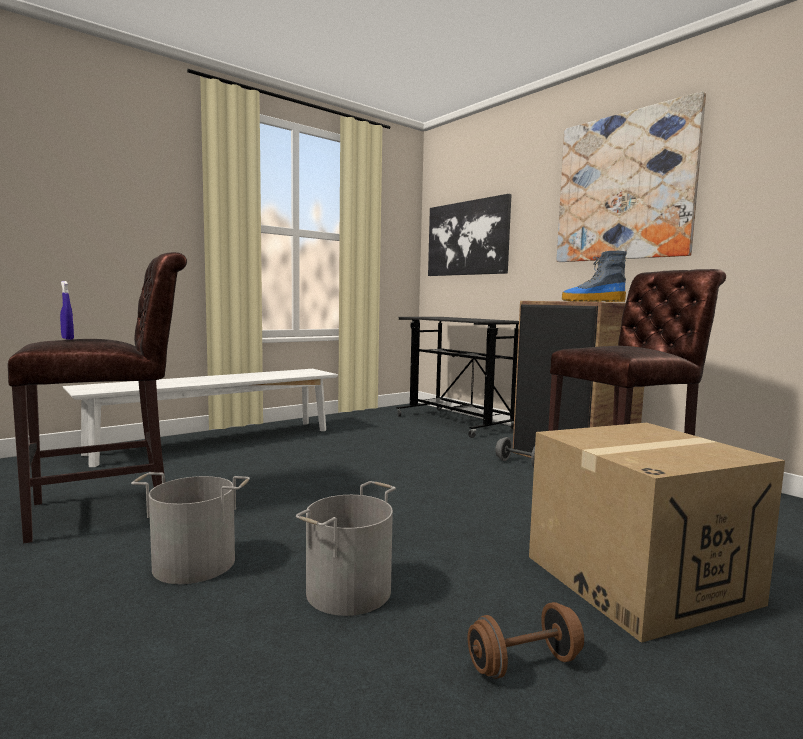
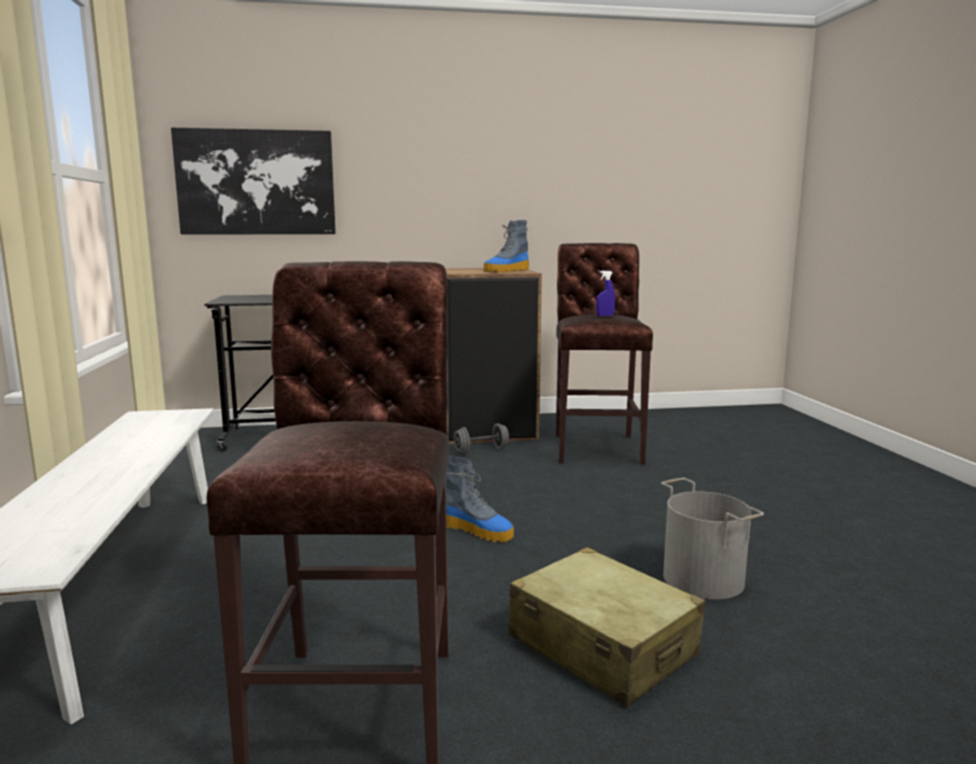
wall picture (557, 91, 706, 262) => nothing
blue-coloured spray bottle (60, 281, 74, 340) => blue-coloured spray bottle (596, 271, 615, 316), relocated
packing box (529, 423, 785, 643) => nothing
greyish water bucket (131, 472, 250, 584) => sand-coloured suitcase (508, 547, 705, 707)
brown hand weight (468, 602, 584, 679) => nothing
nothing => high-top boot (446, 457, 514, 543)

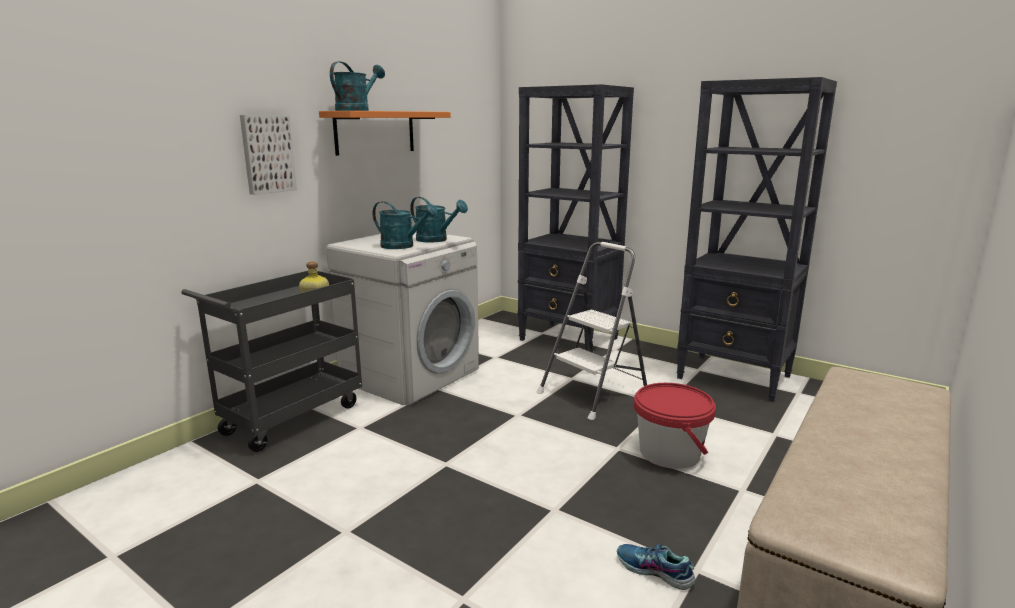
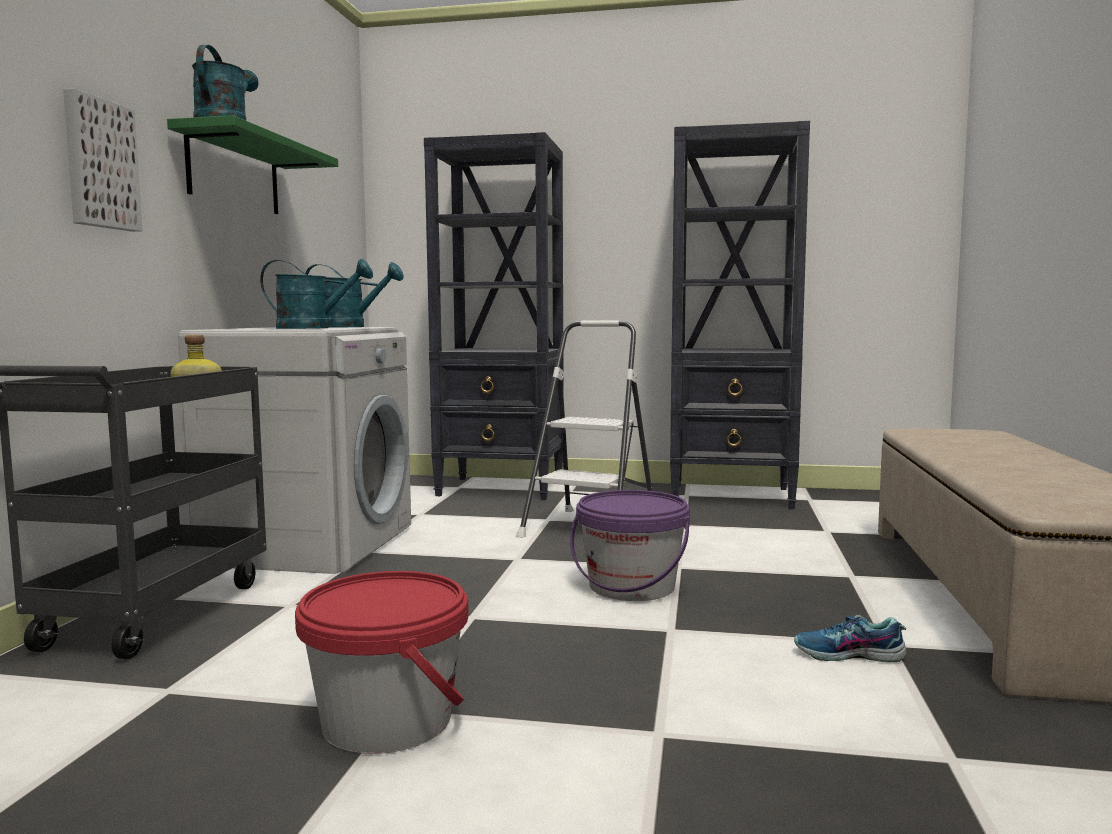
orange wall shelf (319, 111, 451, 156) => green wall shelf (167, 115, 338, 214)
red-coloured water bucket (634, 383, 716, 469) => red-coloured water bucket (295, 571, 469, 754), relocated
nothing => purple water bucket (570, 490, 690, 601)

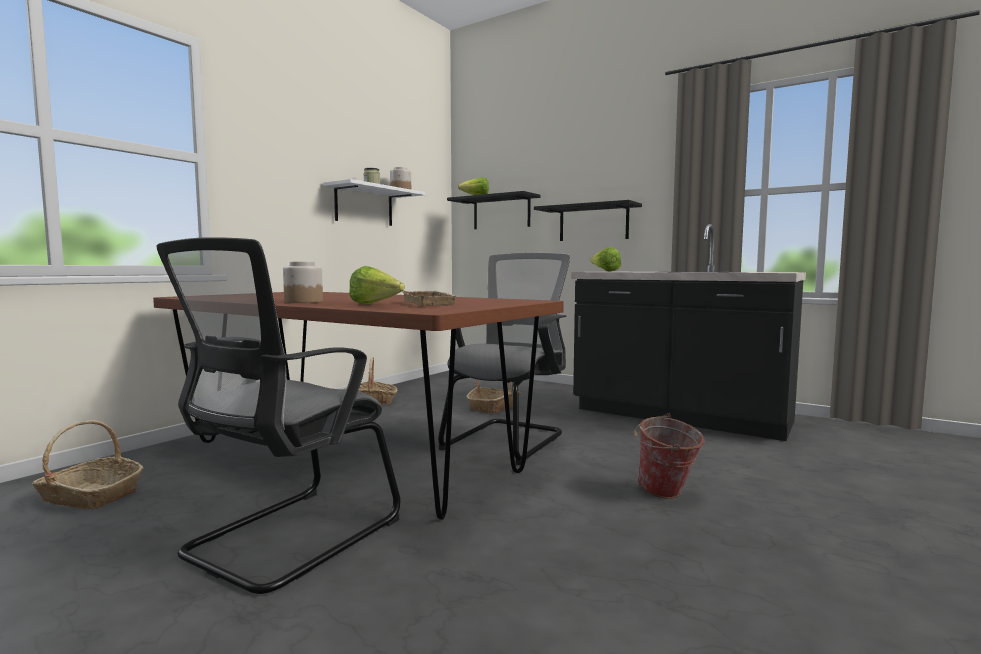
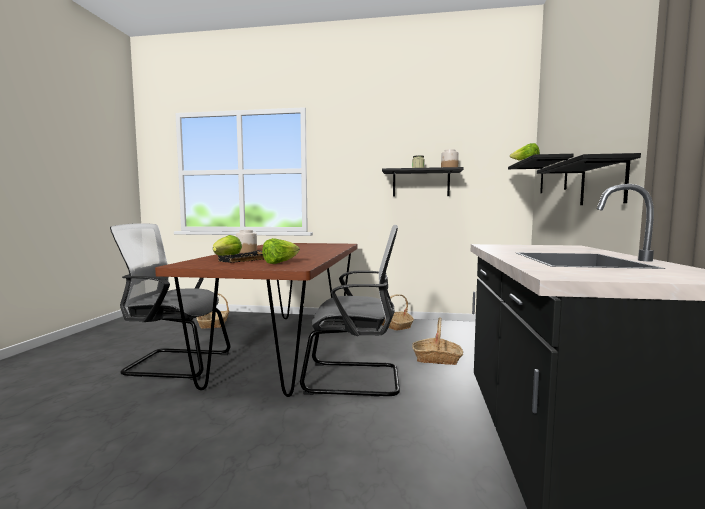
white-coloured wall shelf (323, 179, 425, 226) => black-coloured wall shelf (382, 167, 464, 197)
lettuce head (590, 247, 621, 272) => lettuce head (262, 238, 300, 264), relocated
sand-coloured serving tray (402, 290, 456, 306) => black-coloured serving tray (217, 250, 265, 263)
water bucket (634, 413, 705, 499) => nothing

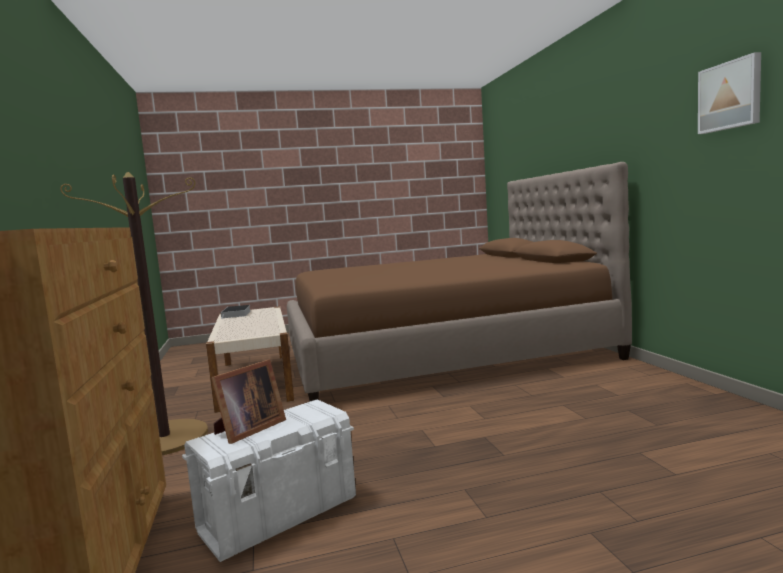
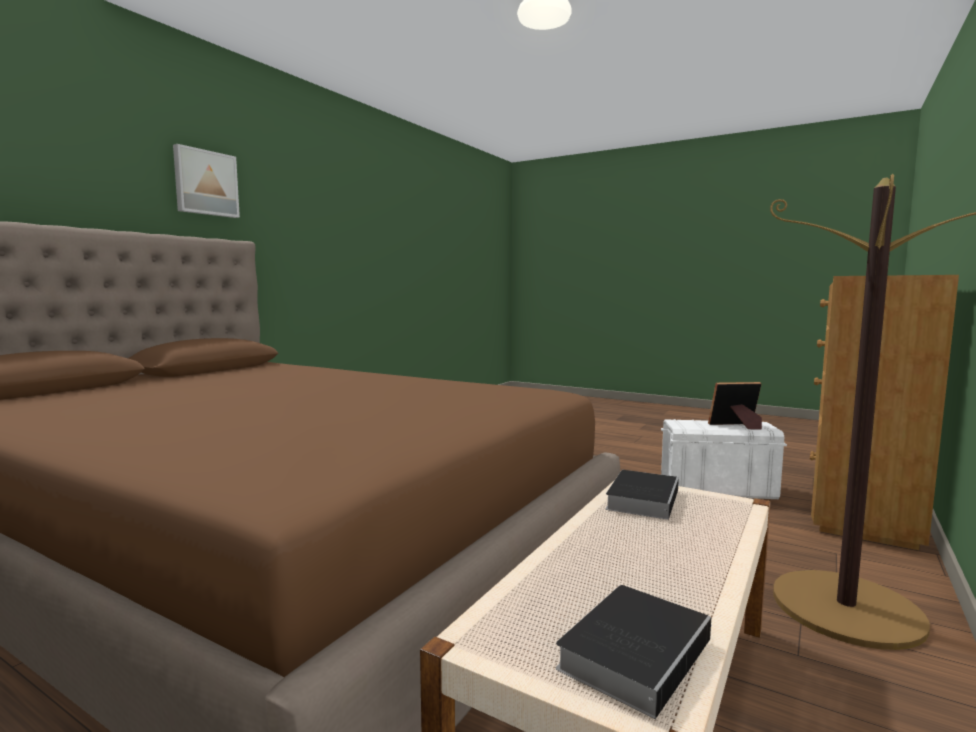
wall picture (698, 52, 761, 134) => wall picture (173, 144, 240, 218), relocated
nothing => volume (605, 470, 679, 520)

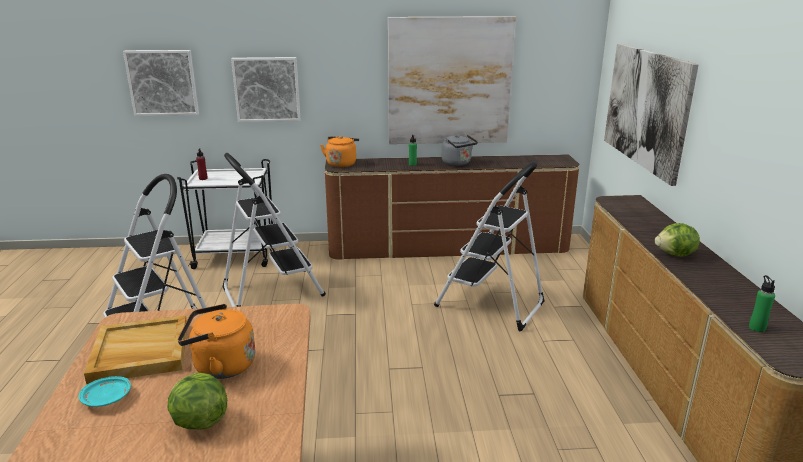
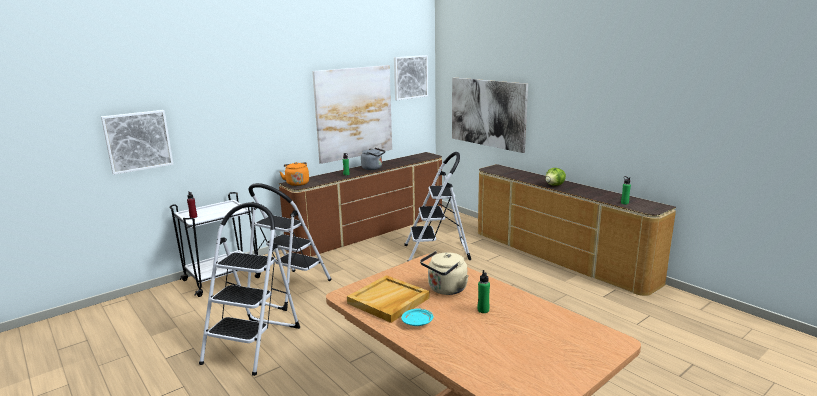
wall picture (231, 57, 301, 122) => wall picture (394, 55, 428, 100), relocated
orange kettle (178, 304, 255, 379) => sand-coloured kettle (420, 251, 469, 295)
lettuce head (168, 373, 227, 430) => green drink bottle (478, 270, 490, 313)

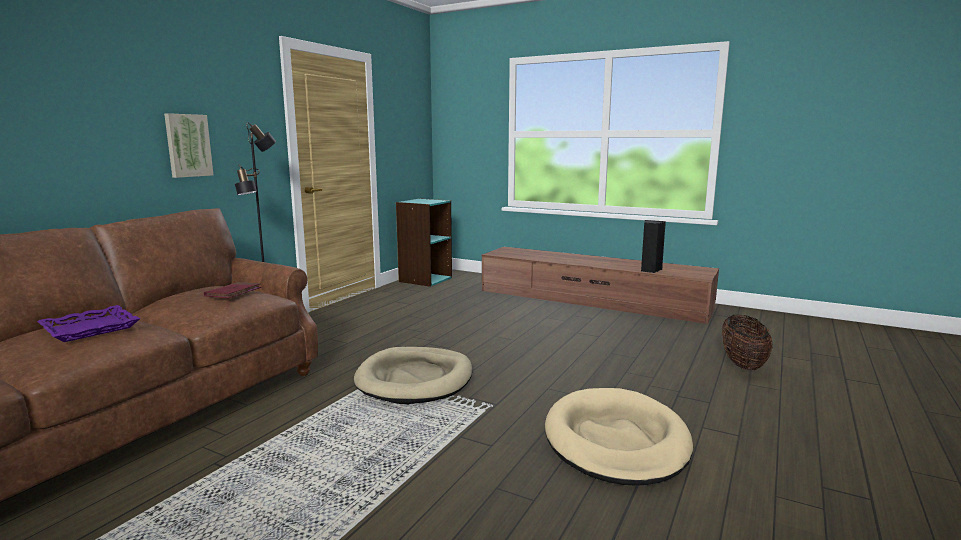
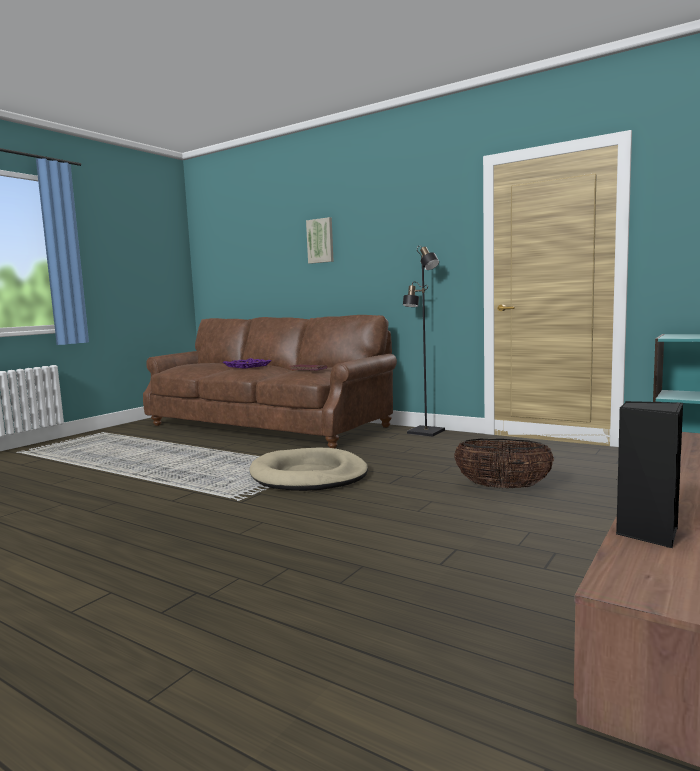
wall picture (164, 113, 214, 178) => wall picture (306, 217, 334, 264), relocated
basket (722, 315, 773, 370) => basket (454, 439, 554, 489), relocated
sand-coloured pet bed (545, 388, 693, 486) => nothing

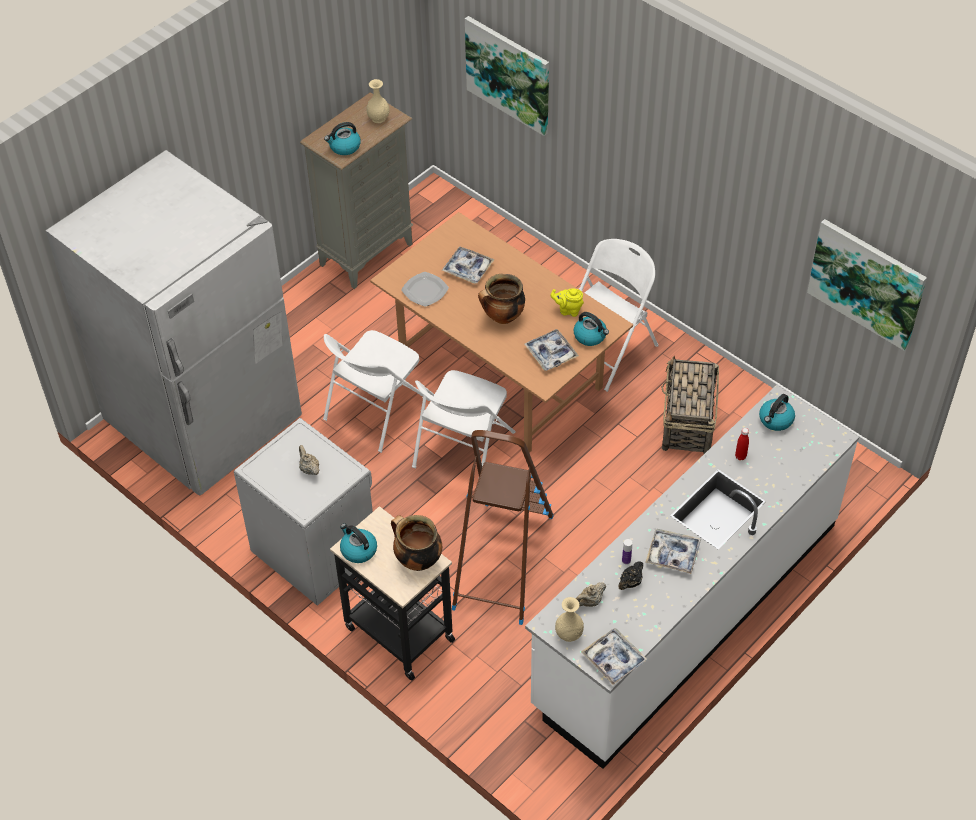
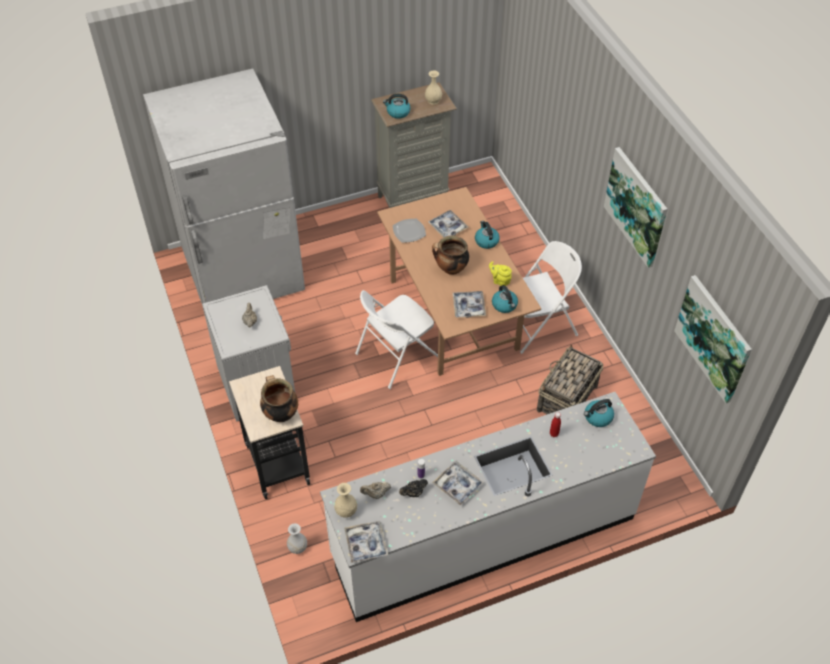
wall picture (465, 16, 549, 136) => wall picture (604, 147, 667, 268), relocated
white-coloured upright chair (323, 330, 430, 453) => nothing
brown step ladder (452, 430, 554, 625) => nothing
kettle (340, 524, 377, 563) => kettle (475, 221, 500, 249), relocated
nothing => white-coloured vase (287, 523, 307, 554)

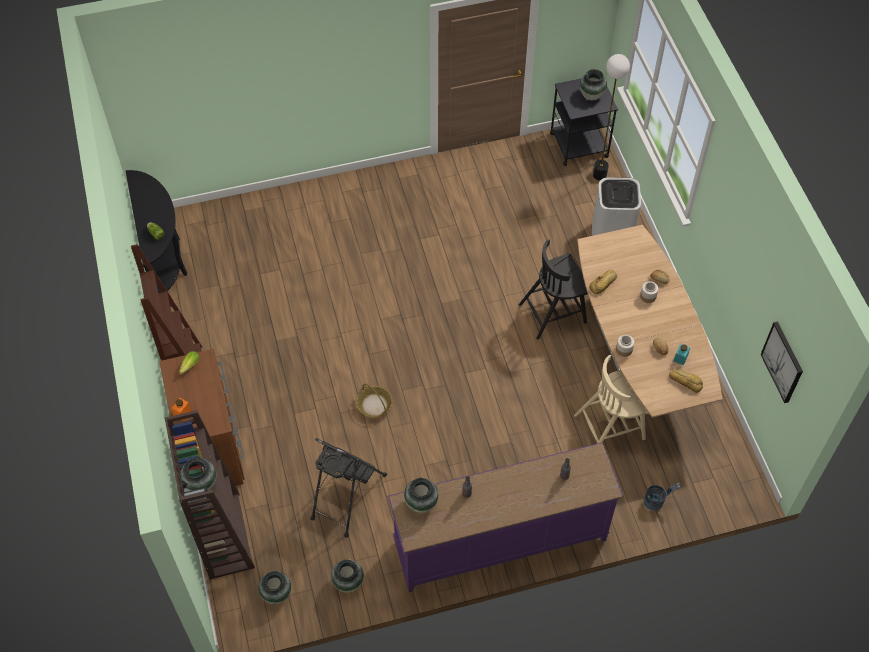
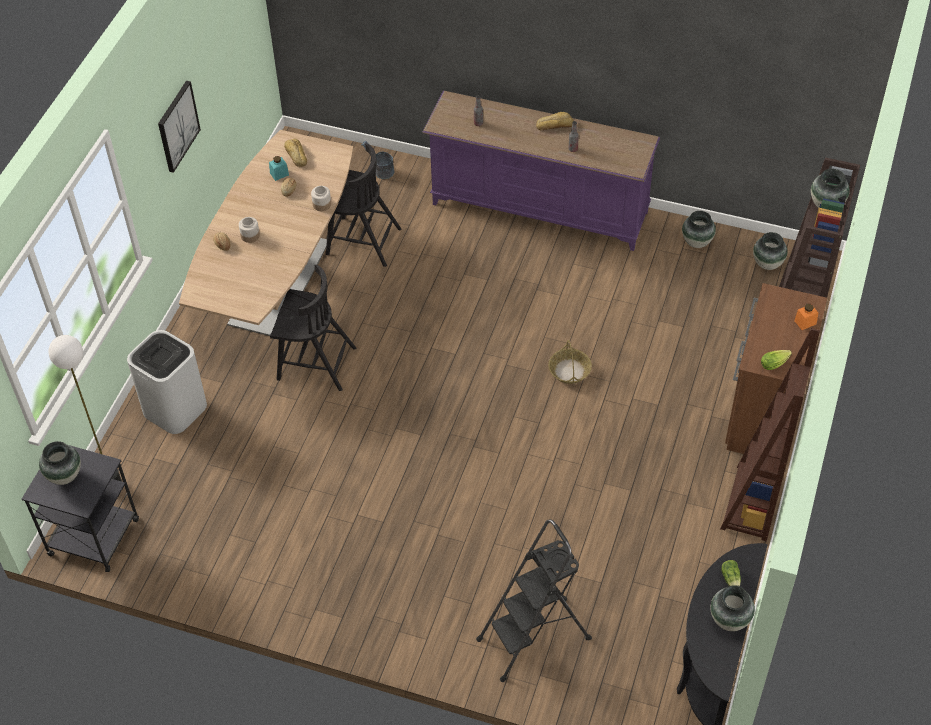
bakery bread (589, 270, 617, 294) => bakery bread (536, 112, 574, 130), relocated
wall picture (761, 321, 803, 403) => wall picture (158, 81, 201, 173), relocated
sand-coloured upright chair (574, 355, 649, 444) => black-coloured upright chair (326, 144, 402, 267)
step ladder (310, 438, 387, 538) => step ladder (476, 519, 592, 682), relocated
vase (404, 478, 439, 513) => vase (710, 586, 755, 631), relocated

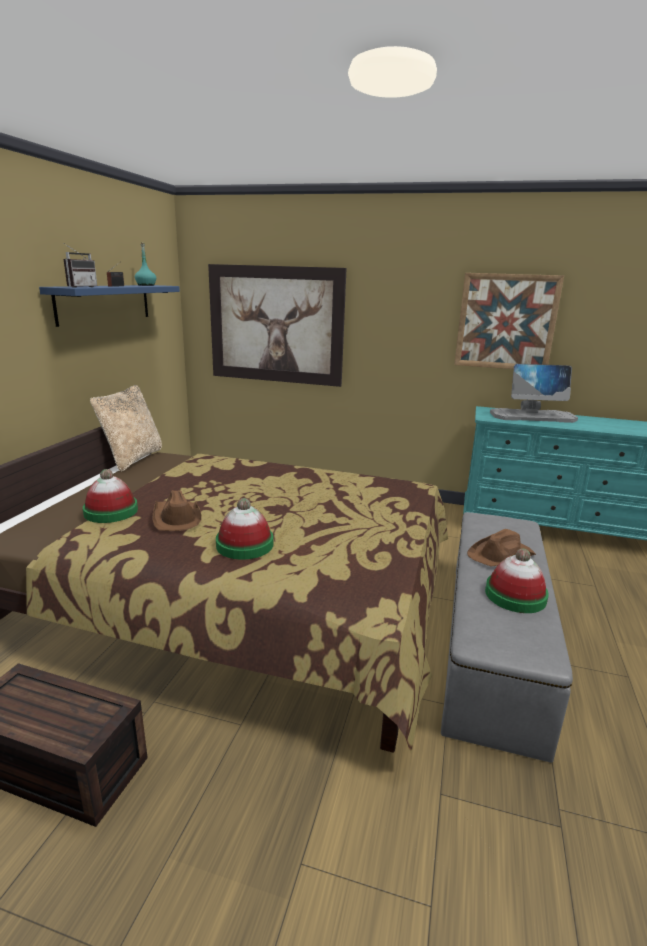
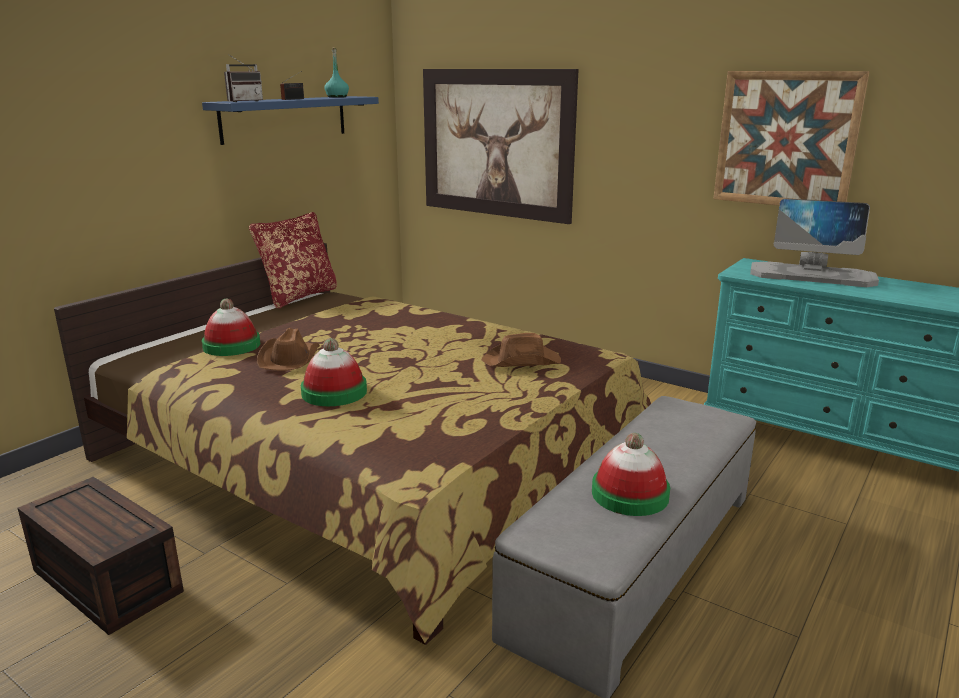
sand-coloured cushion (90, 385, 162, 472) => red-coloured cushion (249, 212, 337, 309)
brown clothing hat (467, 529, 536, 567) => brown clothing hat (482, 333, 561, 367), relocated

